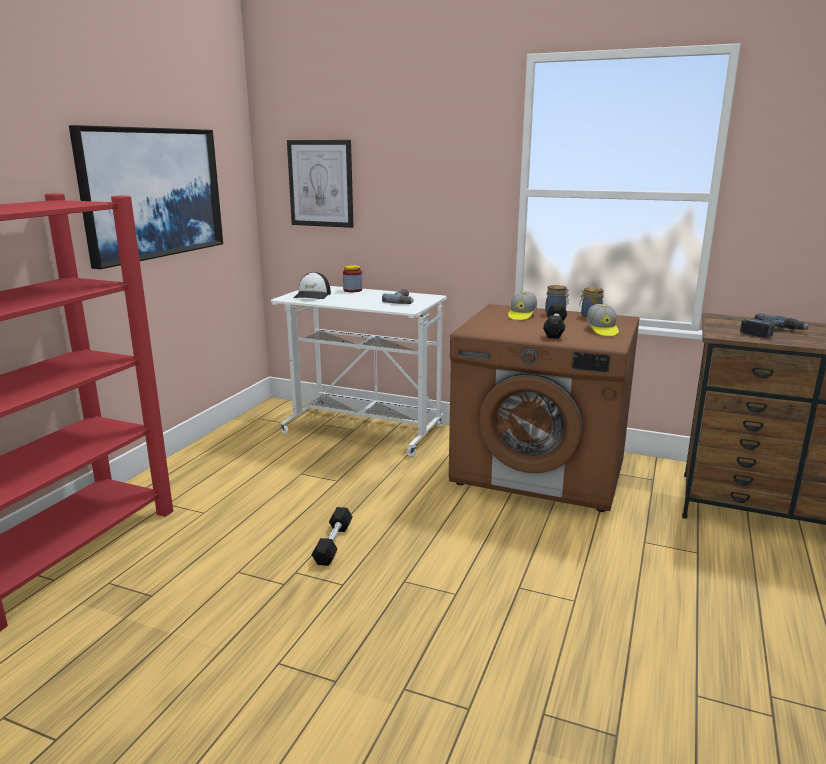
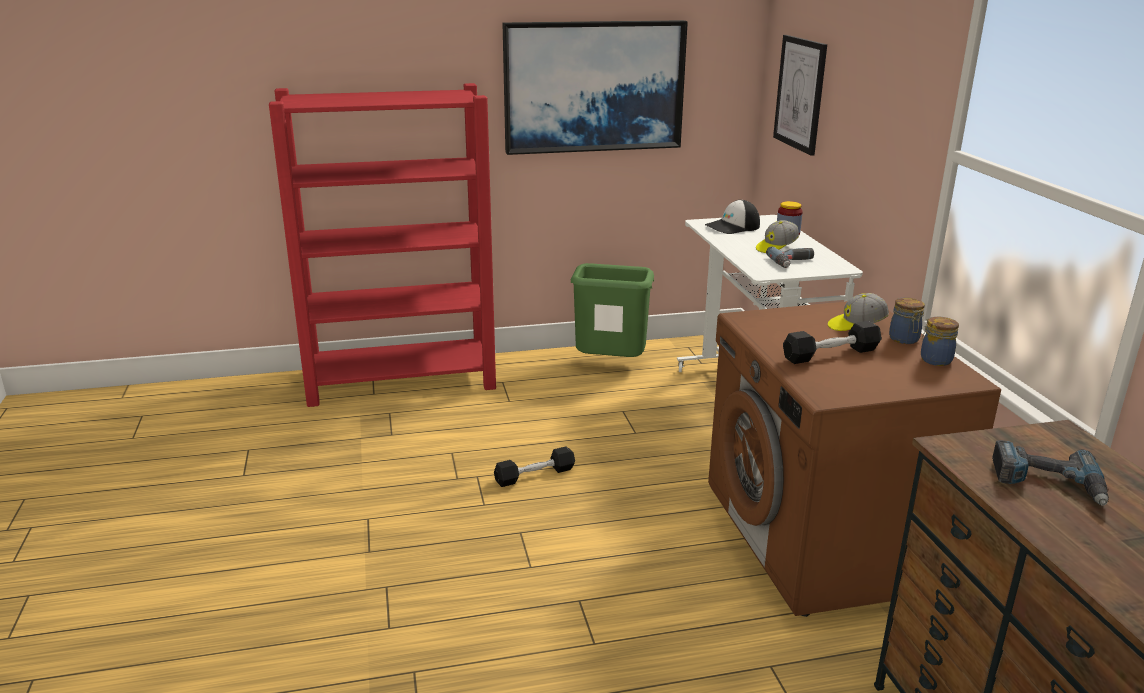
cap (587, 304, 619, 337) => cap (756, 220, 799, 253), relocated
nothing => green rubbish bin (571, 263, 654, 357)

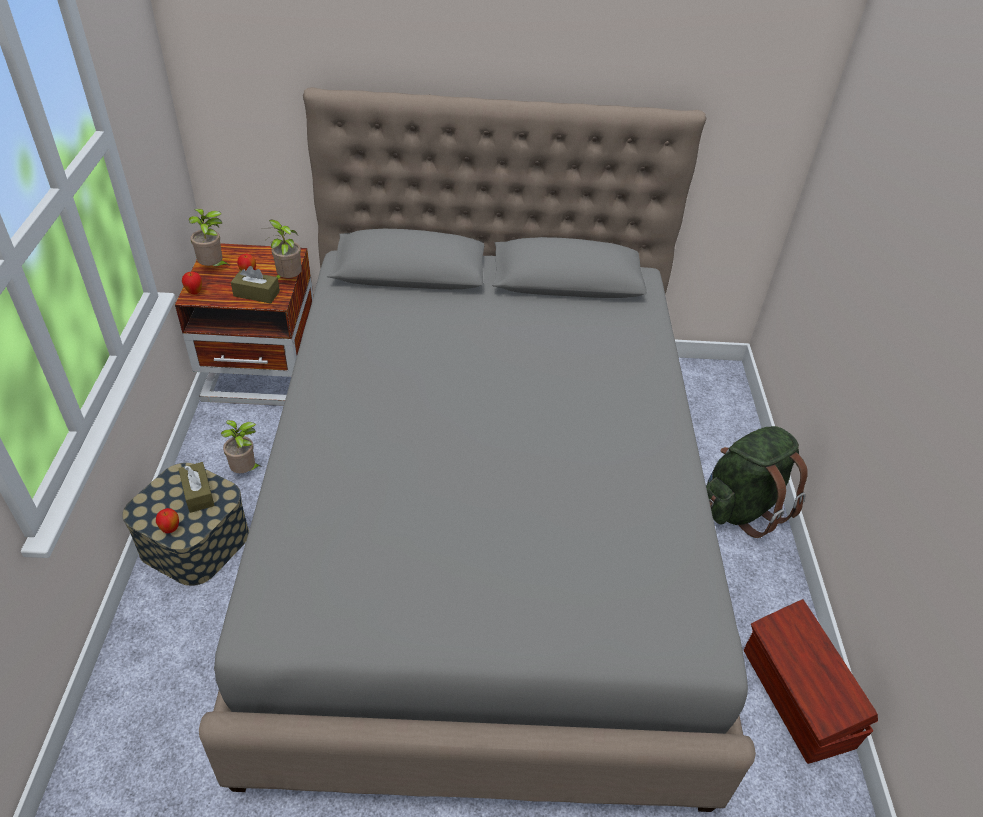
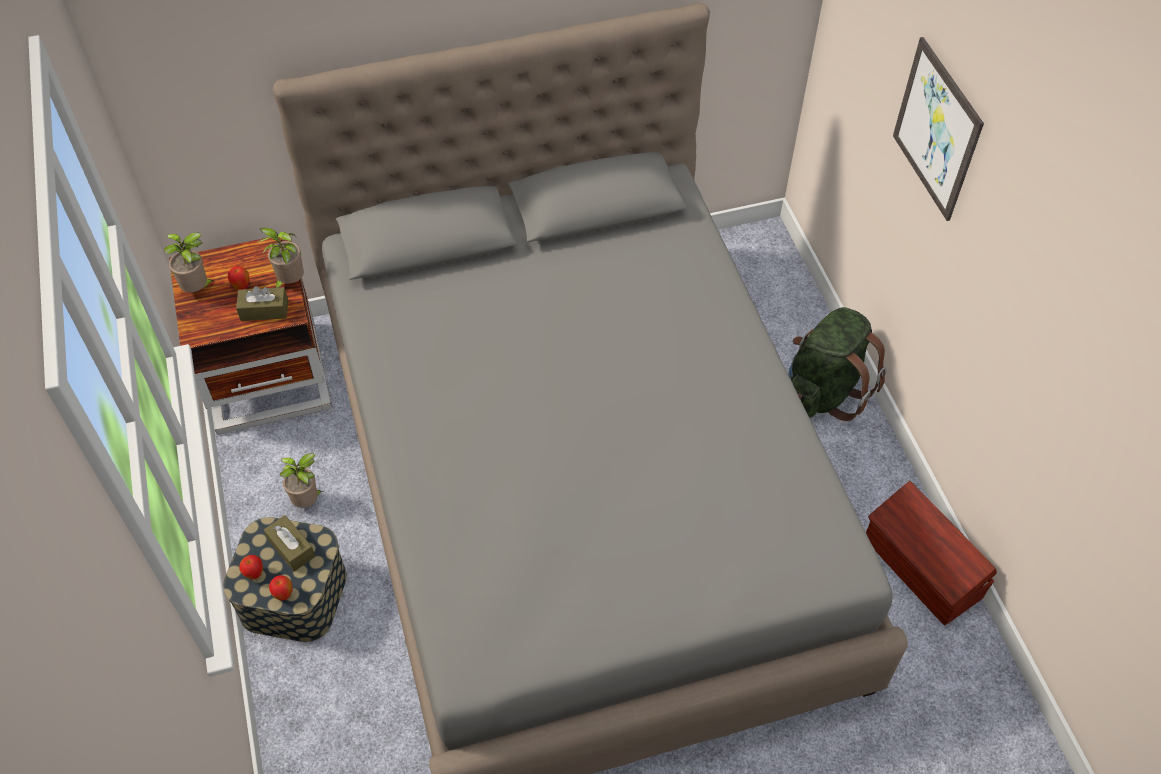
apple (182, 272, 202, 294) => apple (239, 555, 263, 580), relocated
nothing => wall picture (893, 37, 984, 221)

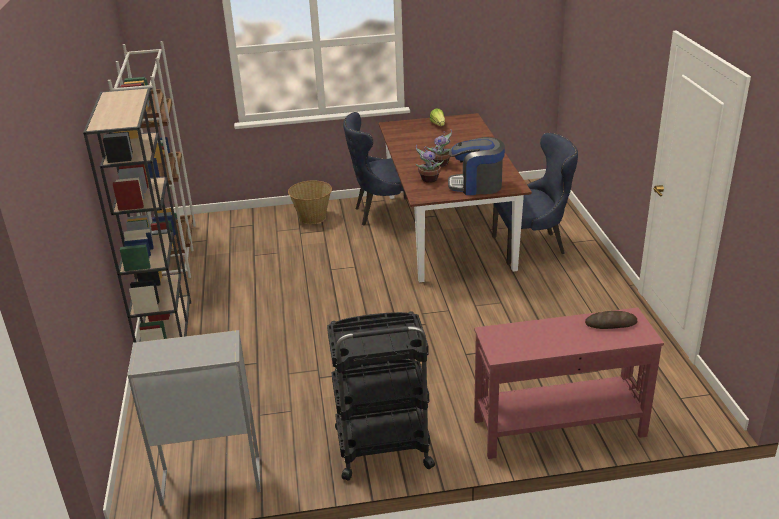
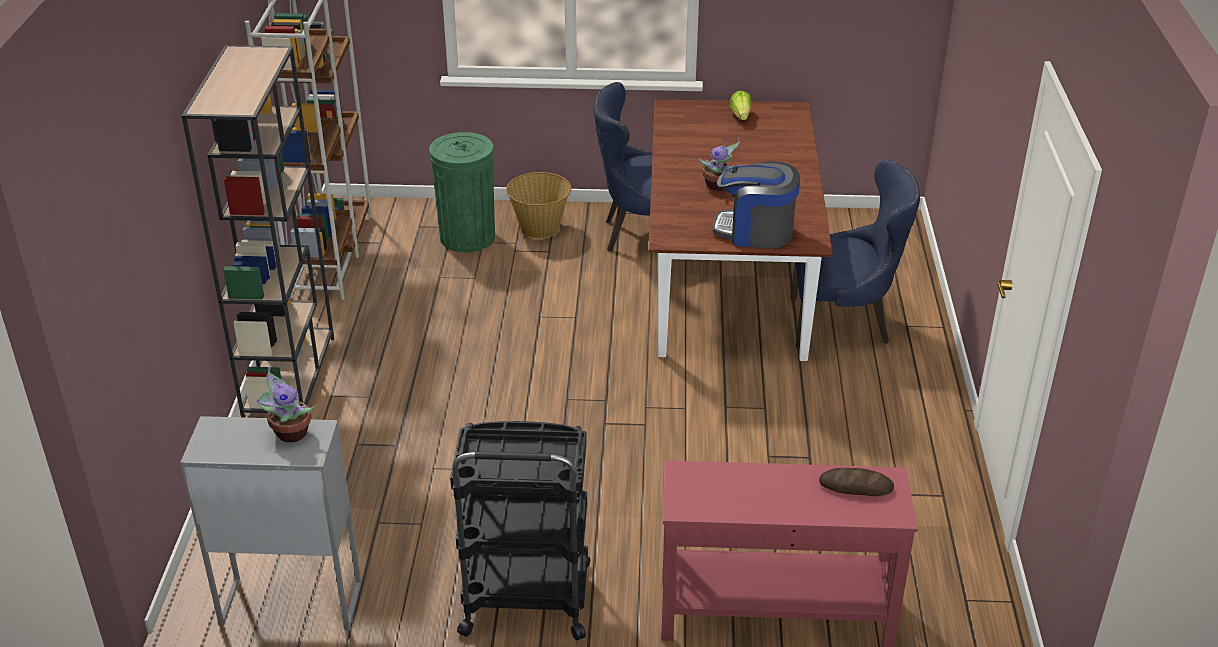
houseplant (415, 145, 444, 183) => houseplant (257, 366, 316, 442), relocated
nothing => green rubbish bin (429, 132, 495, 252)

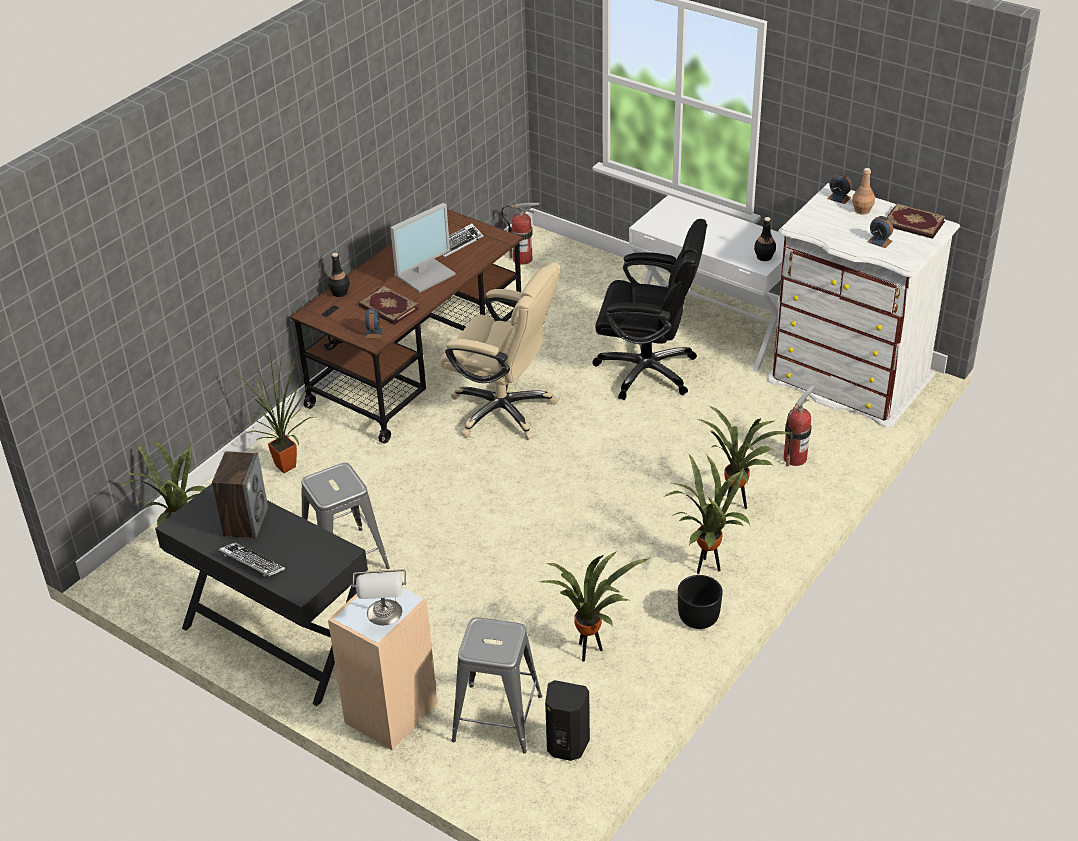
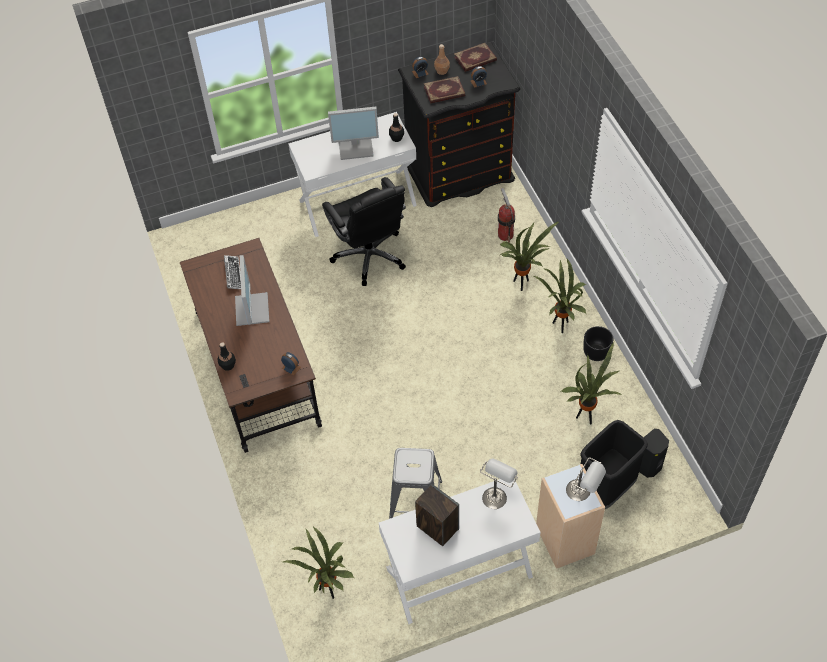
white-coloured chest of drawers (766, 183, 960, 428) => black-coloured chest of drawers (398, 42, 520, 207)
fire extinguisher (501, 203, 540, 265) => nothing
black-coloured desk chair (592, 219, 708, 400) => black-coloured desk chair (322, 177, 406, 286), 105 degrees clockwise
sand-coloured desk chair (440, 262, 560, 440) => nothing
volume (358, 286, 419, 325) => volume (424, 76, 465, 103), relocated
houseplant (233, 336, 317, 473) => nothing
black-coloured desk table (155, 484, 368, 706) => white-coloured desk table (379, 479, 541, 624)
computer keyboard (219, 542, 285, 577) => nothing
greyish stool seat (452, 617, 542, 754) => black-coloured rubbish bin (580, 420, 648, 509)
nothing => computer display (328, 106, 379, 160)
nothing => white-coloured lamp for a table (480, 459, 518, 509)

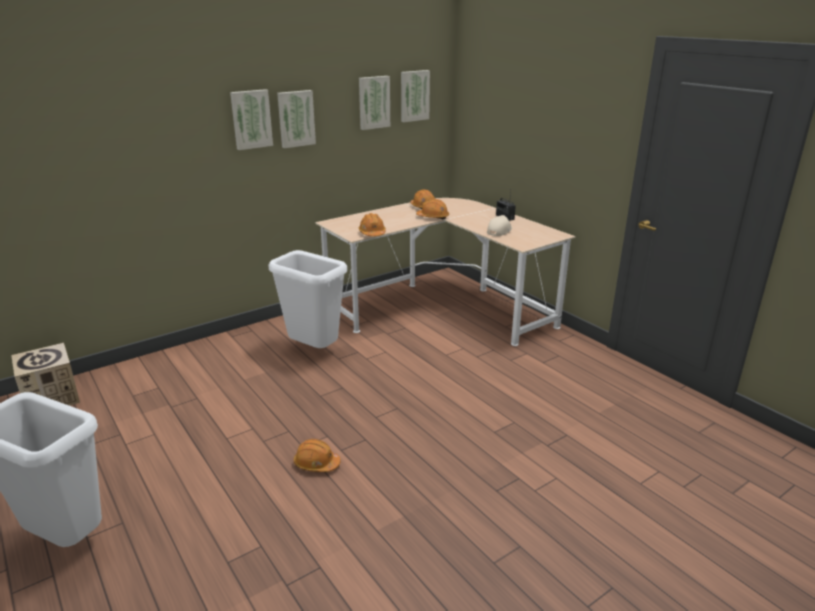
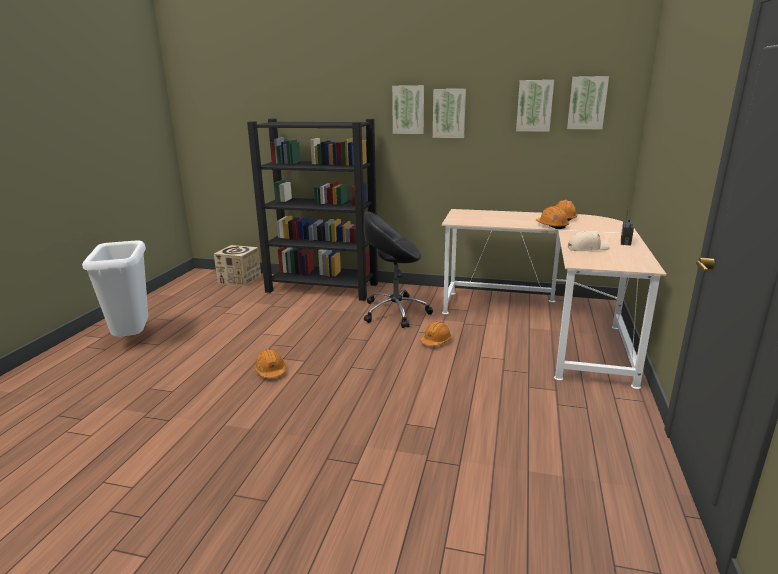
orange hard hat (359, 213, 386, 236) => orange hard hat (420, 321, 451, 346), relocated
white-coloured rubbish bin (268, 250, 347, 348) => black-coloured desk chair (364, 211, 433, 328)
nothing => black-coloured bookcase (247, 118, 378, 301)

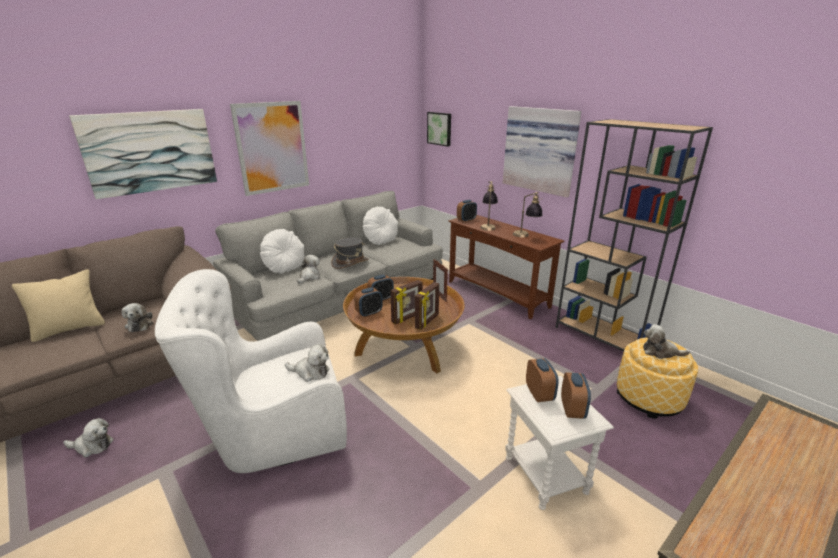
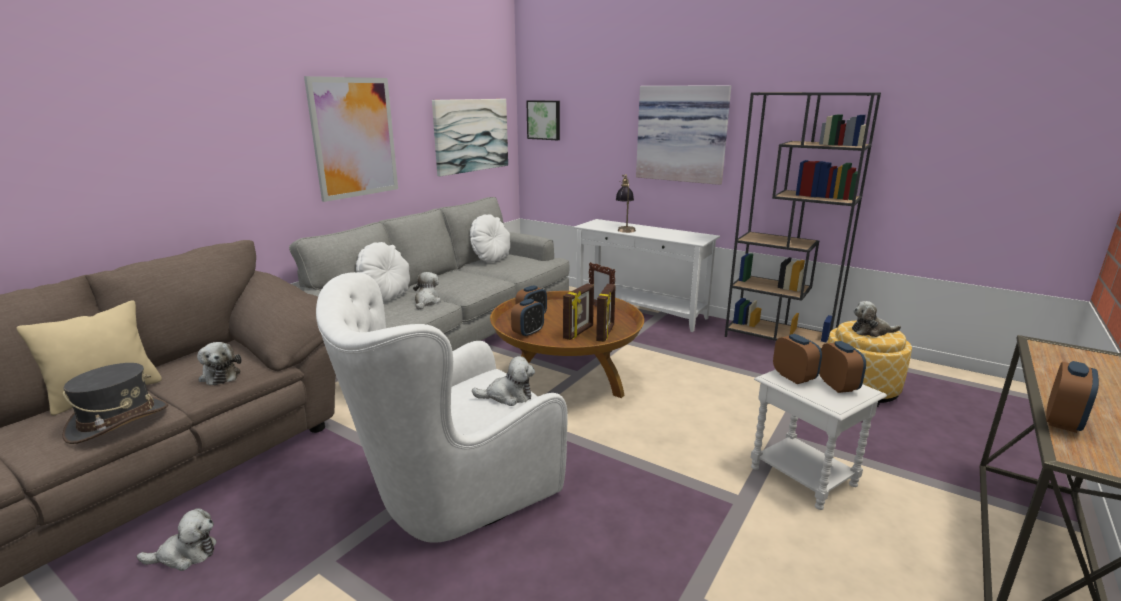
wall picture (69, 109, 217, 199) => wall picture (432, 99, 508, 177), relocated
lamp for a table (513, 192, 543, 237) => nothing
alarm clock (457, 200, 477, 222) => alarm clock (1046, 361, 1099, 433), relocated
brown narrow table (448, 215, 565, 319) => white-coloured narrow table (574, 219, 720, 332)
greyish clothing hat (331, 237, 369, 269) => greyish clothing hat (62, 363, 168, 444), relocated

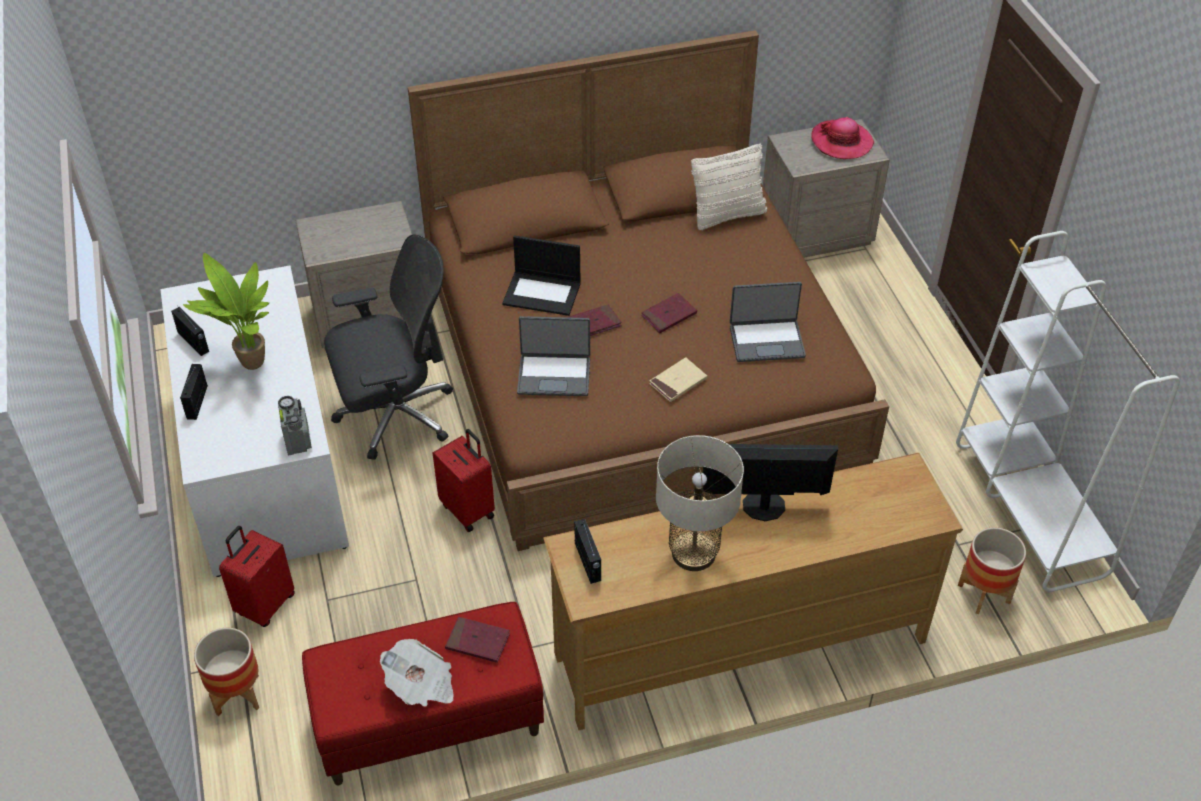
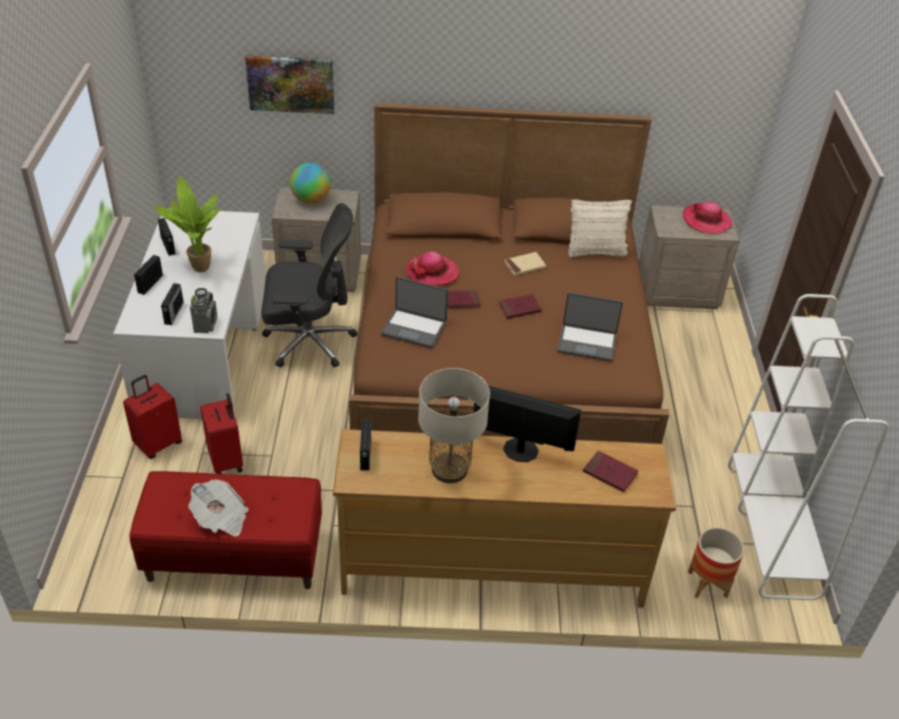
notebook computer (502, 235, 580, 316) => clothing hat (406, 252, 459, 285)
sand-coloured volume (649, 357, 707, 402) => sand-coloured volume (505, 252, 546, 276), relocated
red-coloured suitcase (433, 429, 495, 532) => red-coloured suitcase (200, 393, 243, 474), relocated
red-coloured volume (445, 617, 510, 663) => red-coloured volume (583, 451, 639, 492), relocated
flower pot (194, 628, 259, 716) => nothing
nothing => wall picture (245, 56, 334, 114)
nothing => world globe (290, 163, 331, 204)
nothing => radio set (161, 281, 184, 325)

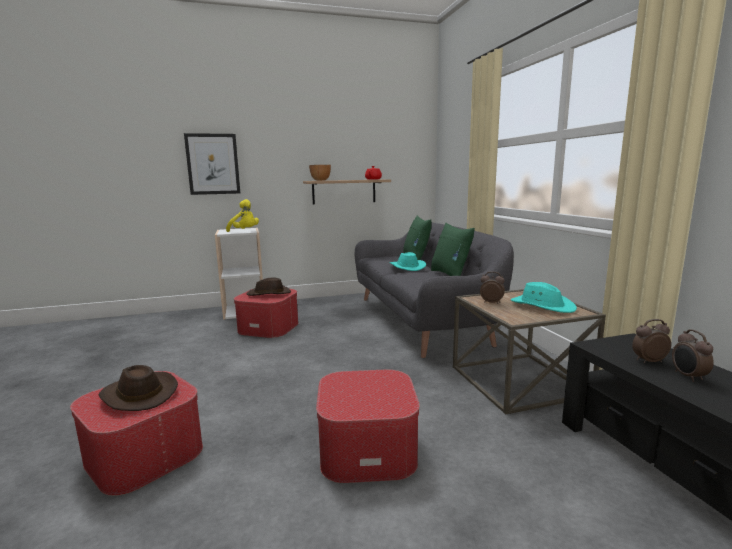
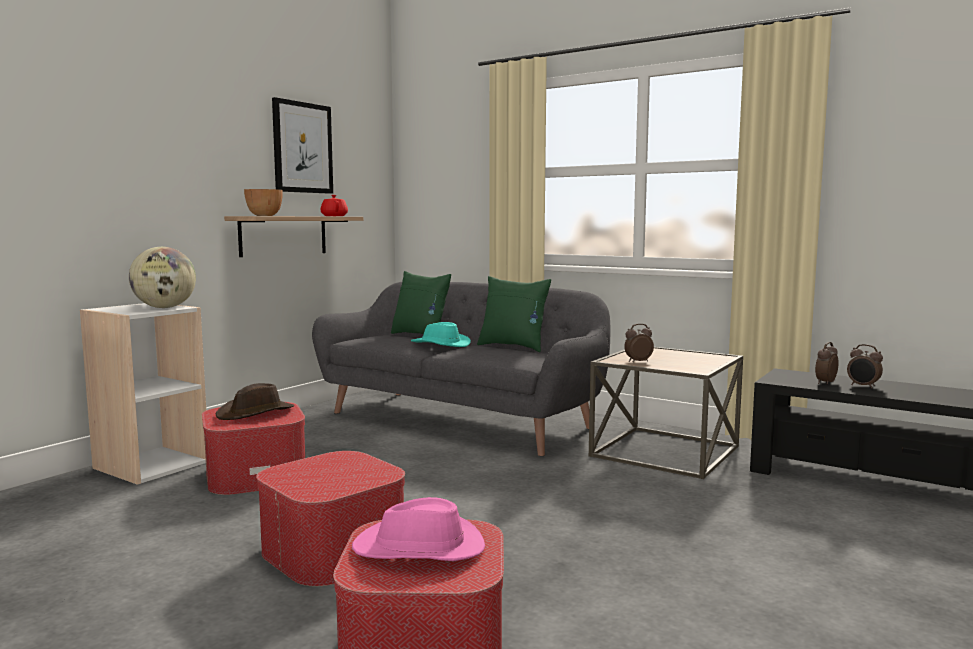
wall picture (184, 133, 240, 195) => wall picture (272, 97, 333, 194), relocated
yellow plush toy (226, 199, 259, 232) => world globe (129, 247, 196, 308)
turquoise clothing hat (511, 282, 577, 313) => nothing
brown clothing hat (98, 365, 178, 411) => pinkish clothing hat (352, 497, 485, 561)
pouffe (316, 370, 420, 483) => pouffe (256, 451, 405, 586), relocated

